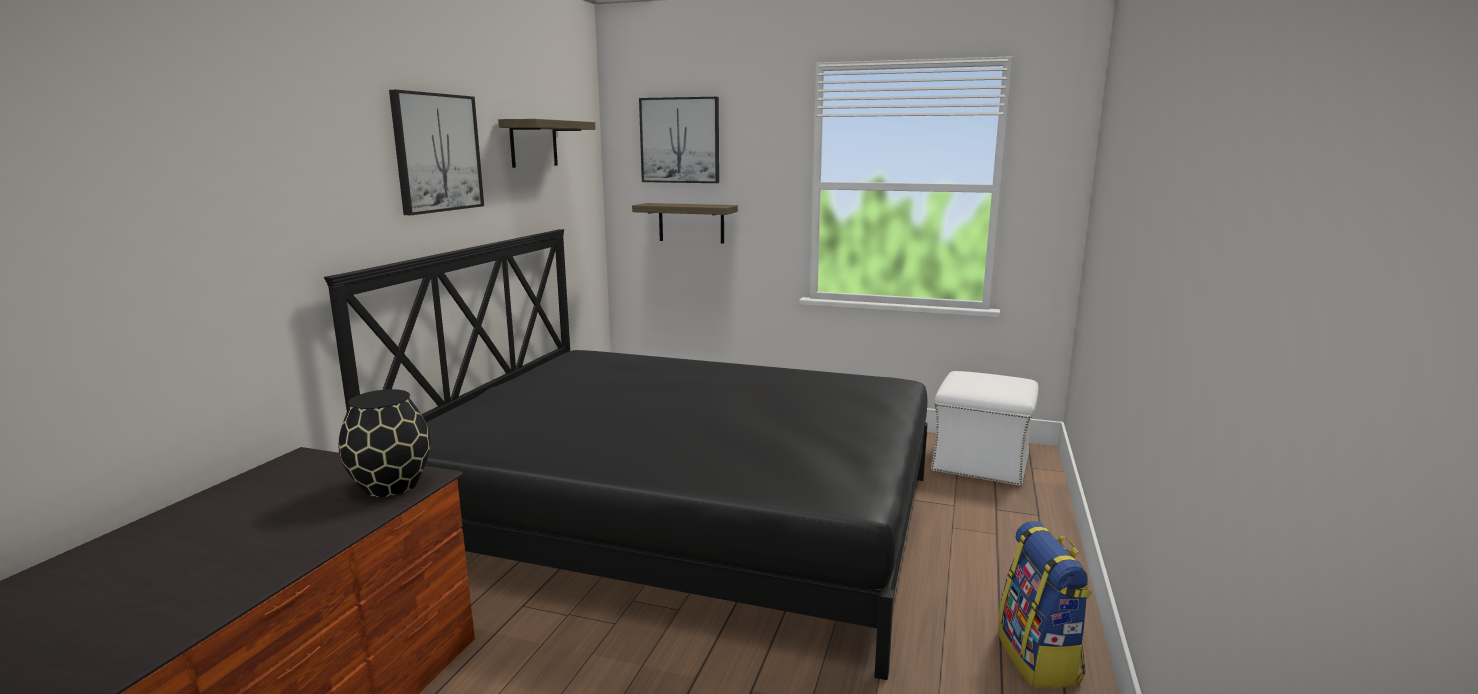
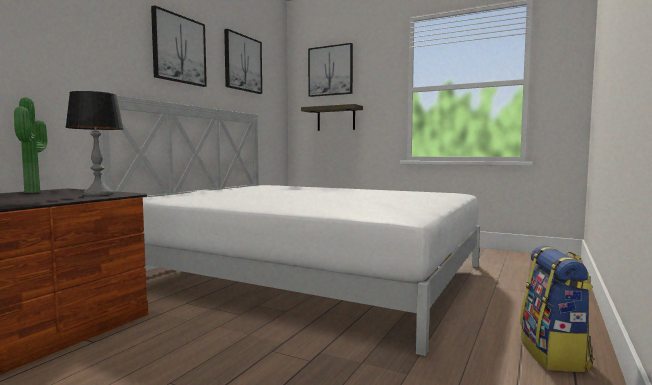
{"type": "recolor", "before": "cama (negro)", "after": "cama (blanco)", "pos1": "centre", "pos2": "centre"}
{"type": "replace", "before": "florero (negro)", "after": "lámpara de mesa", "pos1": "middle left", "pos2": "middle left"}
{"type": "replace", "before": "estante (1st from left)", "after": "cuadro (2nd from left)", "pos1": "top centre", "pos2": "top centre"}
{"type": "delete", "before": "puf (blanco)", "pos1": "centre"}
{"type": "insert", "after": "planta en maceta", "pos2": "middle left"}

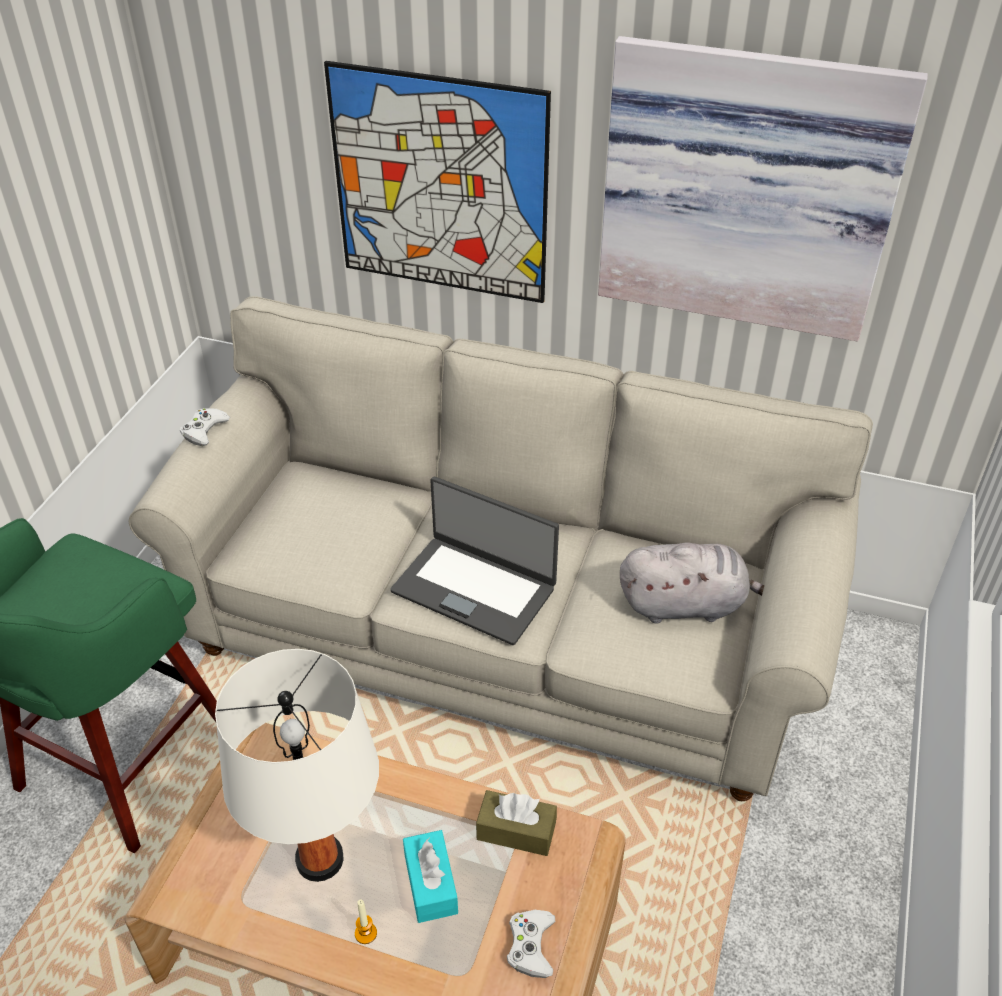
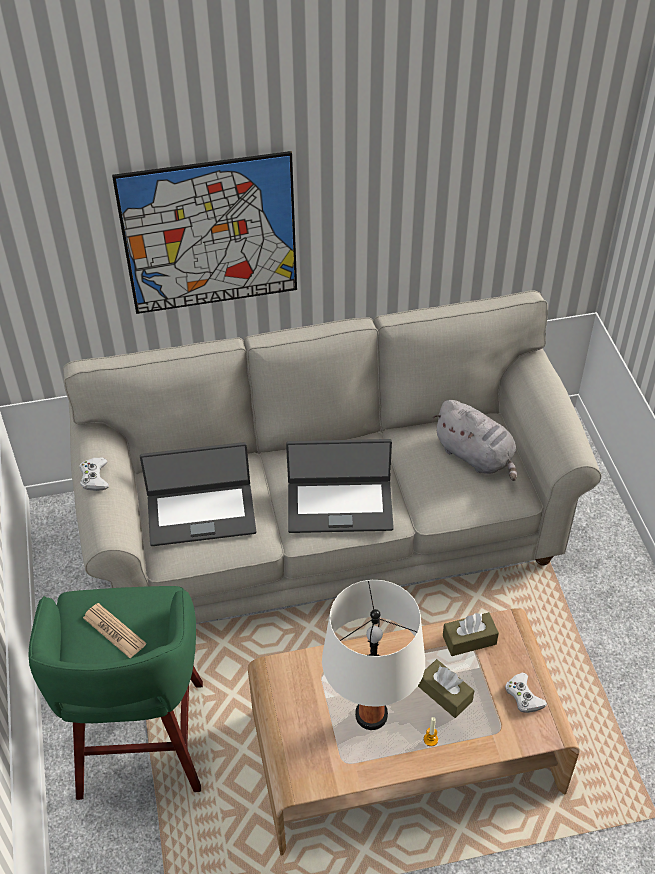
{"type": "recolor", "before": "caja de pañuelos (turquesa)", "after": "caja de pañuelos (marrón) (1st from left)", "pos1": "bottom centre", "pos2": "bottom right"}
{"type": "delete", "before": "cuadro (2nd from left)", "pos1": "top right"}
{"type": "rotate", "before": "peluche (gris)", "pos1": "middle right", "pos2": "middle right", "turn": 75}
{"type": "insert", "after": "periódico", "pos2": "bottom left"}
{"type": "insert", "after": "portátil (1st from left)", "pos2": "middle left"}

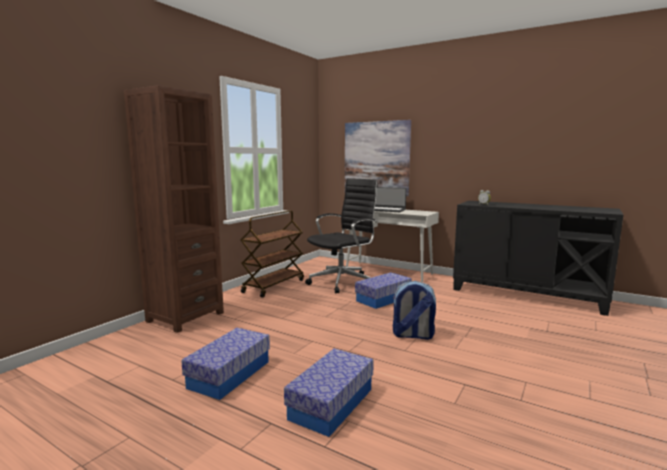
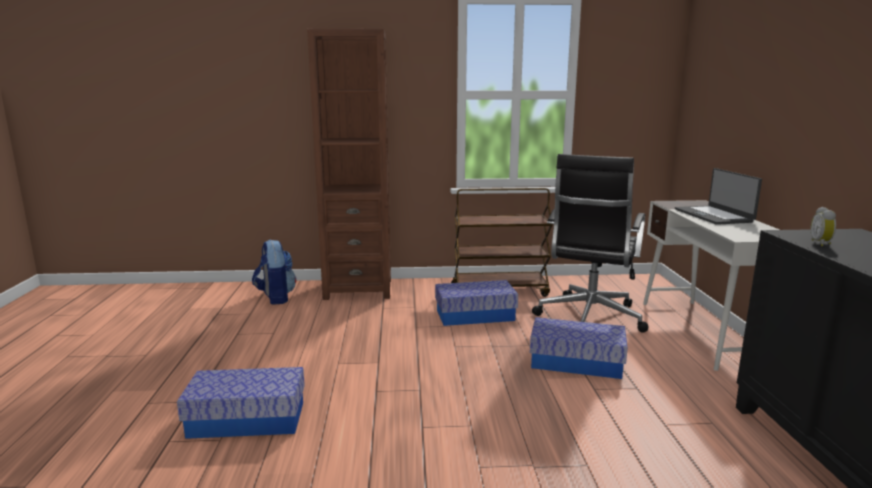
{"type": "move", "before": "caja de almacenaje (1st from left in the first image)", "after": "caja de almacenaje (2nd from left)", "pos1": "bottom centre", "pos2": "centre"}
{"type": "rotate", "before": "silla de oficina (negro)", "pos1": "centre", "pos2": "middle right", "turn": 105}
{"type": "delete", "before": "cuadro", "pos1": "centre"}
{"type": "move", "before": "mochila", "pos1": "centre", "pos2": "middle left"}

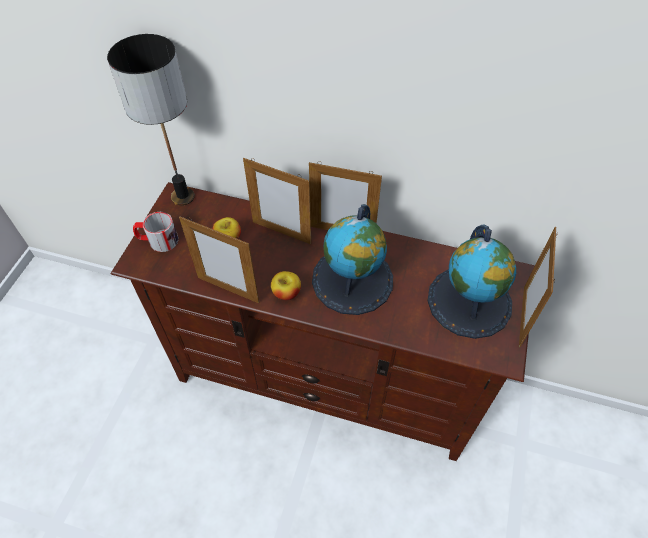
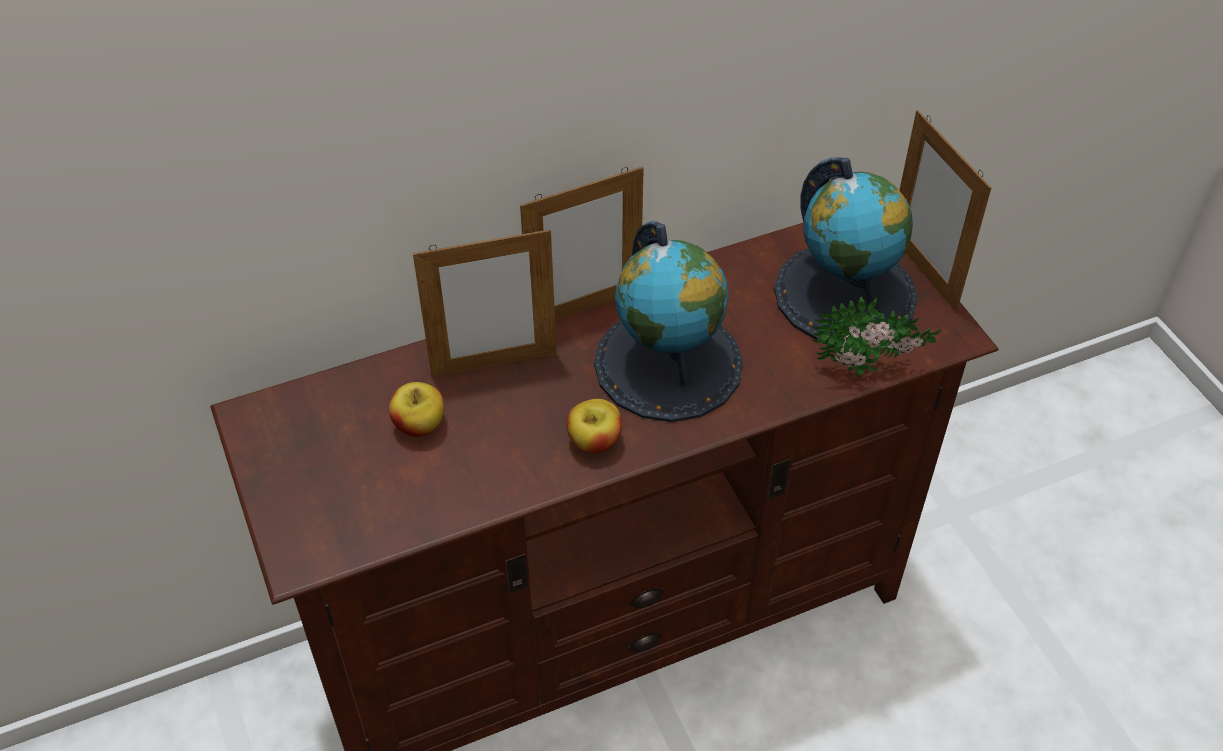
{"type": "delete", "before": "lámpara de mesa", "pos1": "top left"}
{"type": "delete", "before": "taza grande", "pos1": "middle left"}
{"type": "delete", "before": "portarretratos (1st from left)", "pos1": "centre"}
{"type": "insert", "after": "planta en maceta", "pos2": "middle right"}

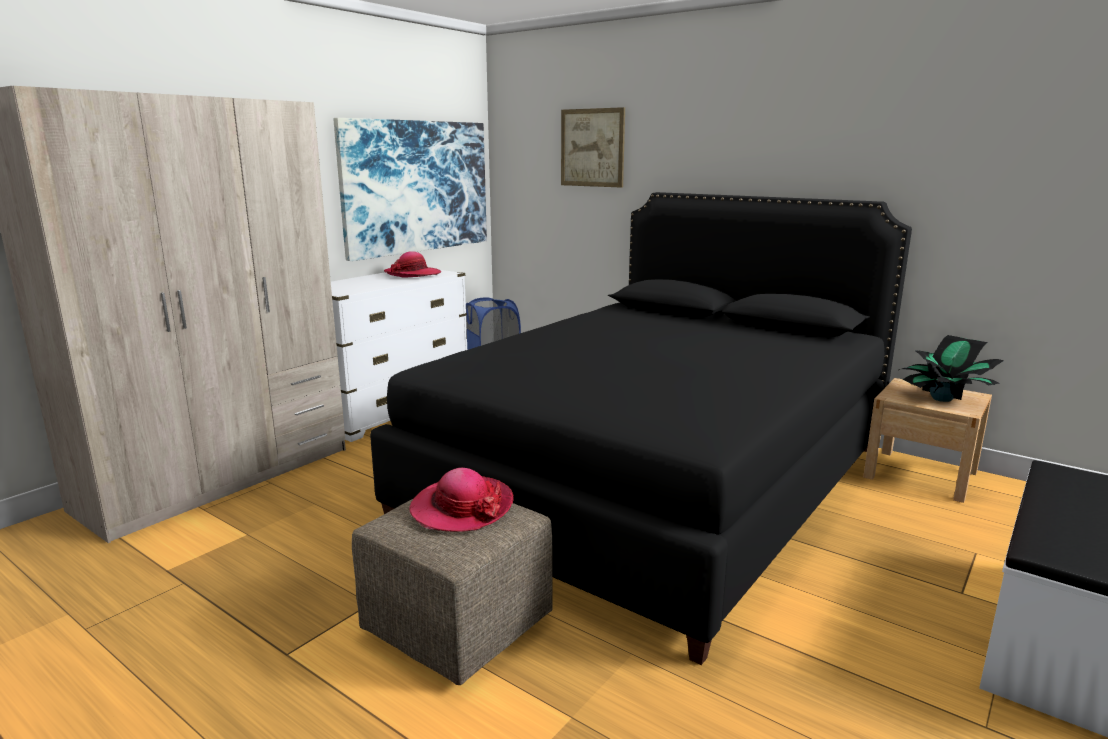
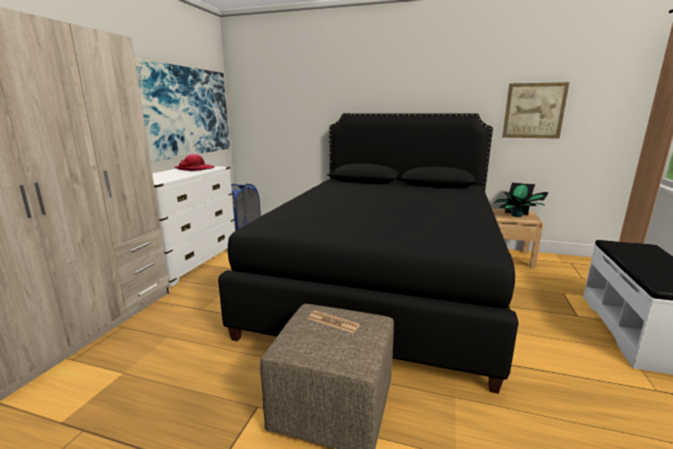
{"type": "replace", "before": "sombrero (2nd from left)", "after": "periódico", "pos1": "bottom centre", "pos2": "bottom centre"}
{"type": "move", "before": "cuadro (2nd from left)", "pos1": "top centre", "pos2": "top right"}

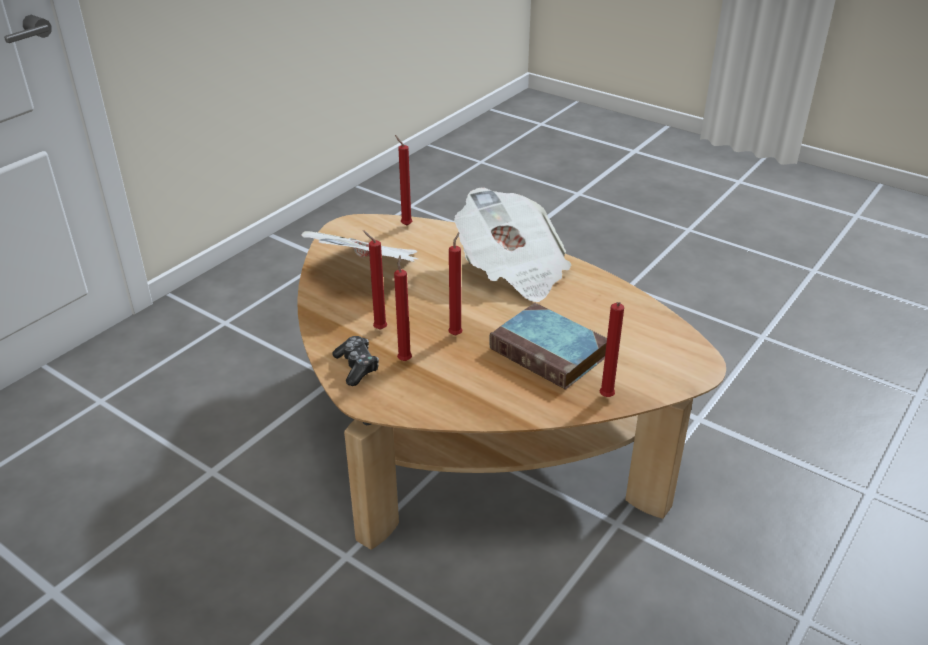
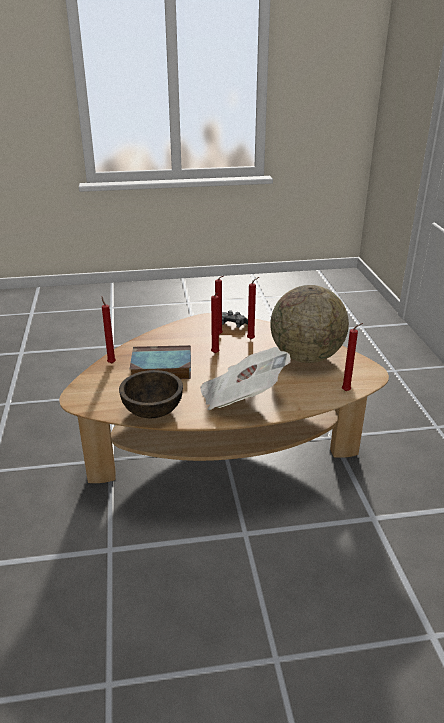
{"type": "replace", "before": "periódico (1st from left)", "after": "globo terráqueo", "pos1": "centre", "pos2": "middle right"}
{"type": "insert", "after": "cuenco (marrón)", "pos2": "centre"}

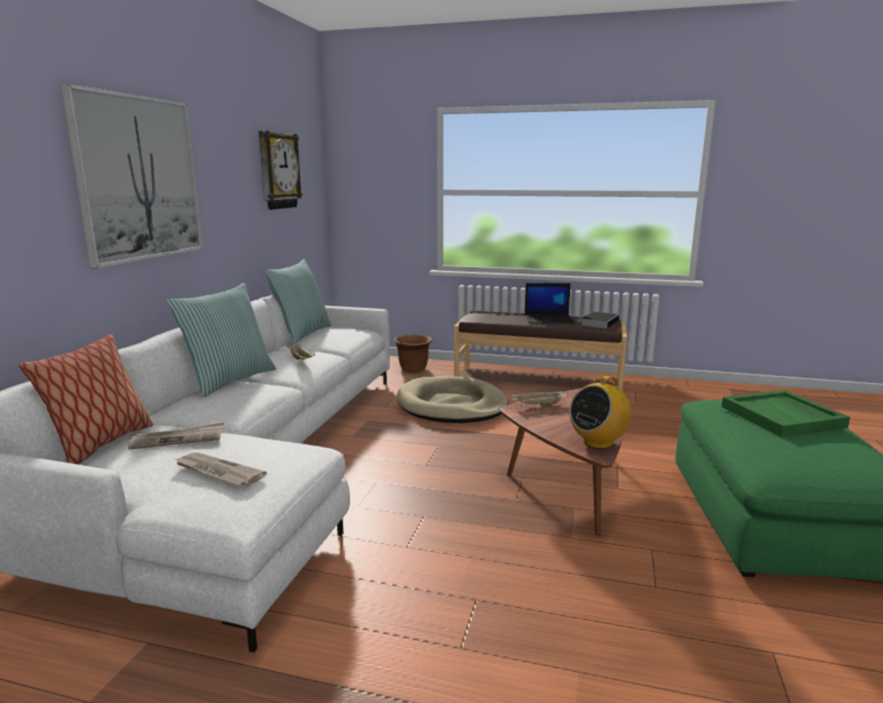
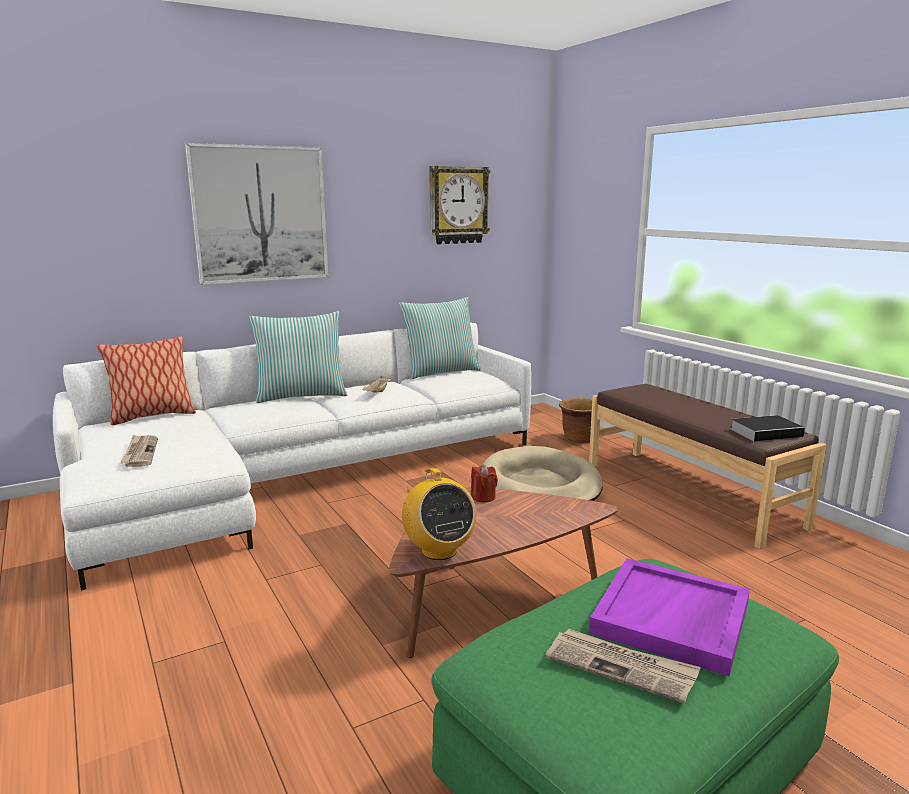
{"type": "move", "before": "periódico (1st from left in the first image)", "after": "periódico (2nd from left)", "pos1": "middle left", "pos2": "bottom right"}
{"type": "replace", "before": "bandeja (beis) (2nd from left)", "after": "vela (rojo)", "pos1": "centre", "pos2": "centre"}
{"type": "delete", "before": "portátil", "pos1": "centre"}
{"type": "rotate", "before": "radio", "pos1": "middle right", "pos2": "centre", "turn": -120}
{"type": "recolor", "before": "bandeja (verde)", "after": "bandeja (morado)", "pos1": "middle right", "pos2": "bottom right"}

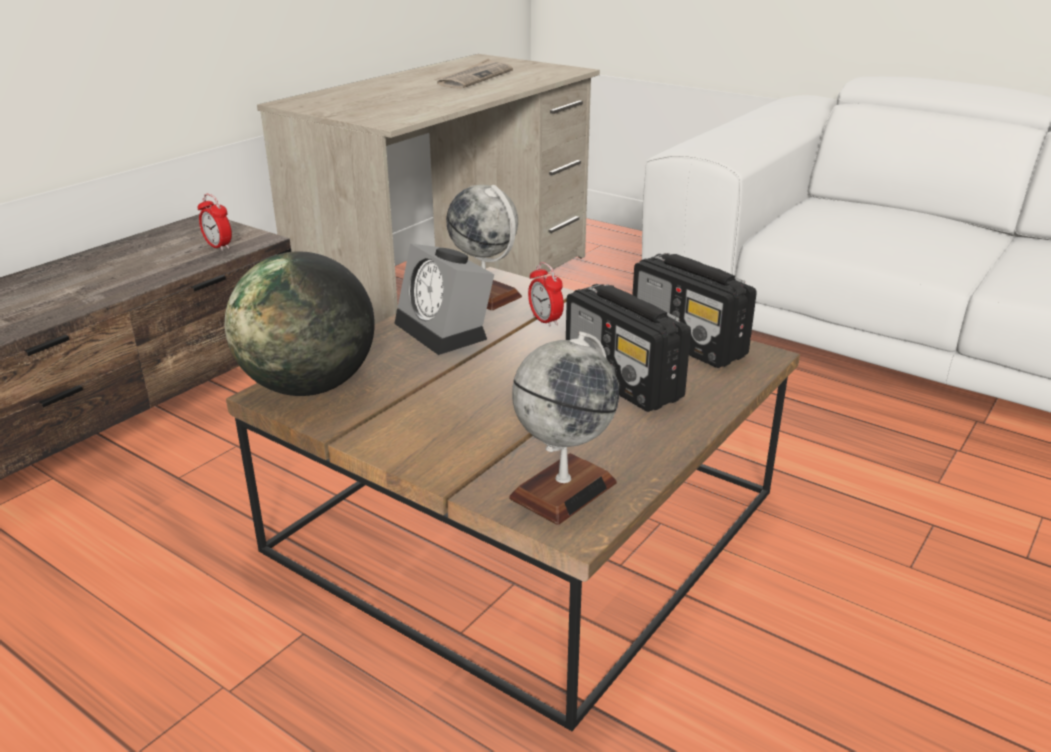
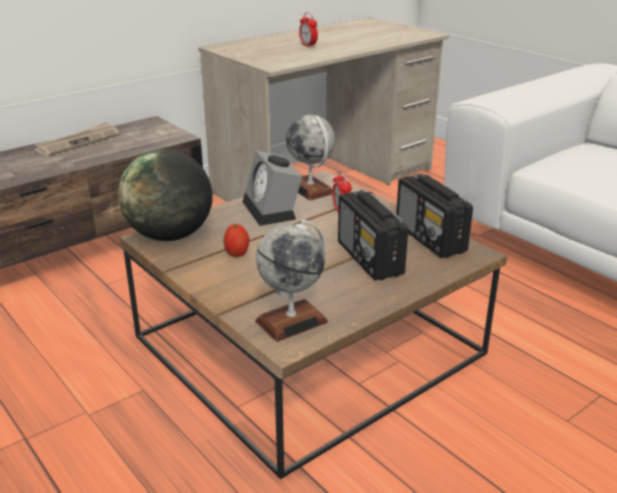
{"type": "move", "before": "despertador (1st from left in the first image)", "after": "despertador (2nd from left)", "pos1": "top left", "pos2": "top centre"}
{"type": "move", "before": "periódico", "pos1": "top centre", "pos2": "top left"}
{"type": "insert", "after": "manzana", "pos2": "centre"}

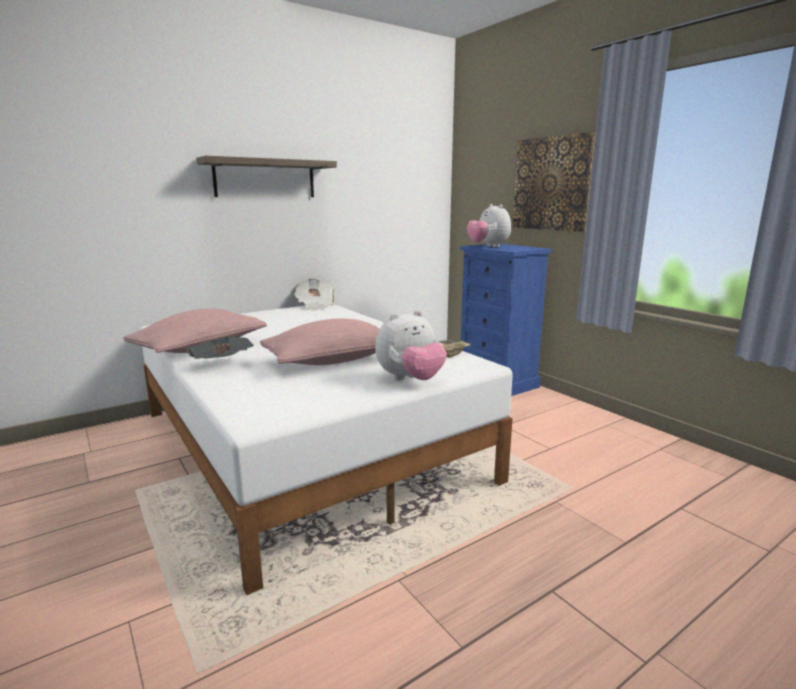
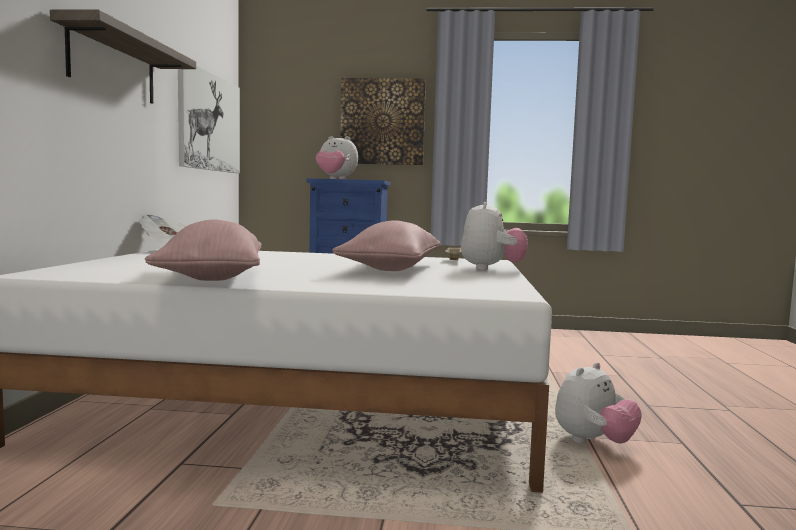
{"type": "delete", "before": "periódico (1st from left)", "pos1": "middle left"}
{"type": "insert", "after": "cuadro (1st from left)", "pos2": "top left"}
{"type": "insert", "after": "peluche (3rd from left)", "pos2": "bottom right"}

